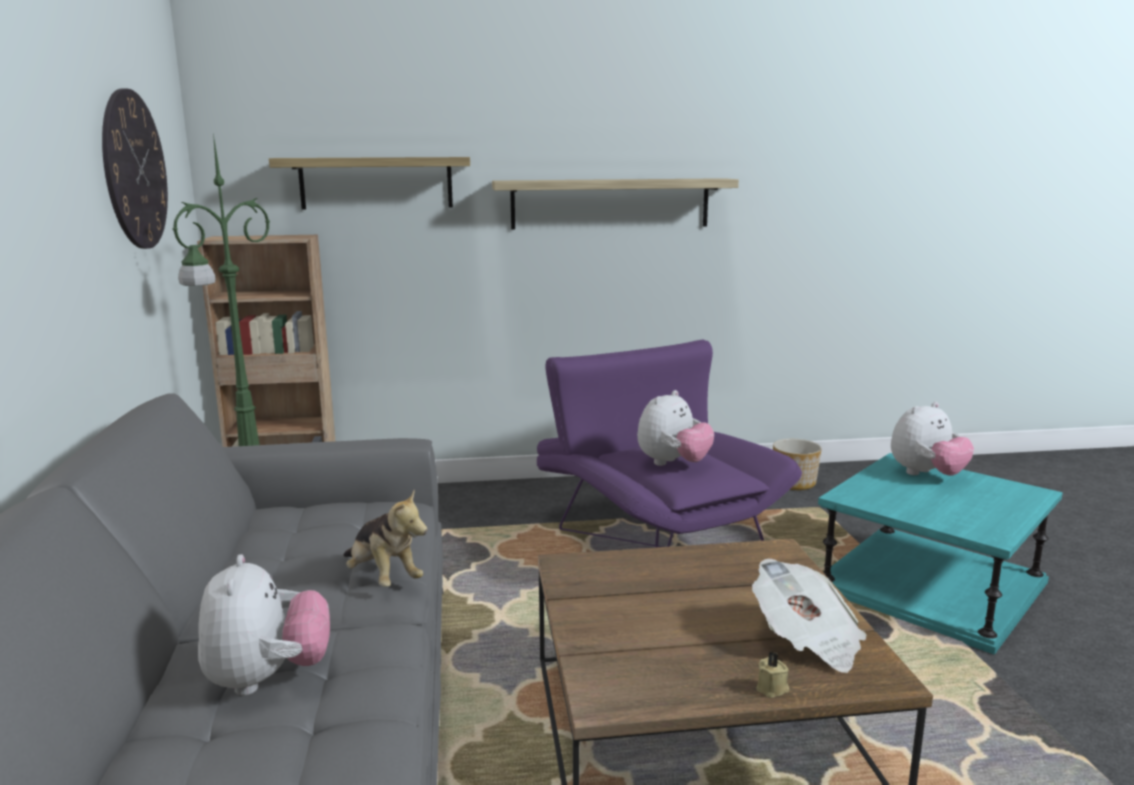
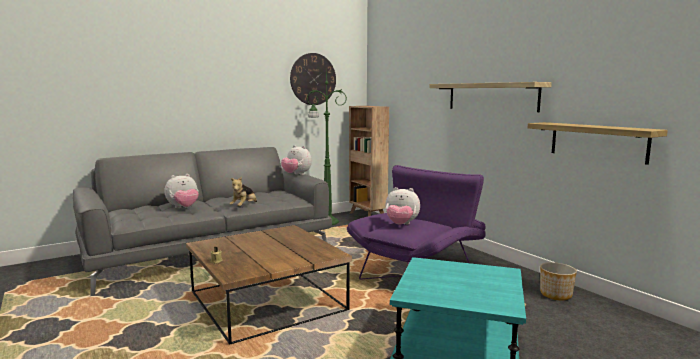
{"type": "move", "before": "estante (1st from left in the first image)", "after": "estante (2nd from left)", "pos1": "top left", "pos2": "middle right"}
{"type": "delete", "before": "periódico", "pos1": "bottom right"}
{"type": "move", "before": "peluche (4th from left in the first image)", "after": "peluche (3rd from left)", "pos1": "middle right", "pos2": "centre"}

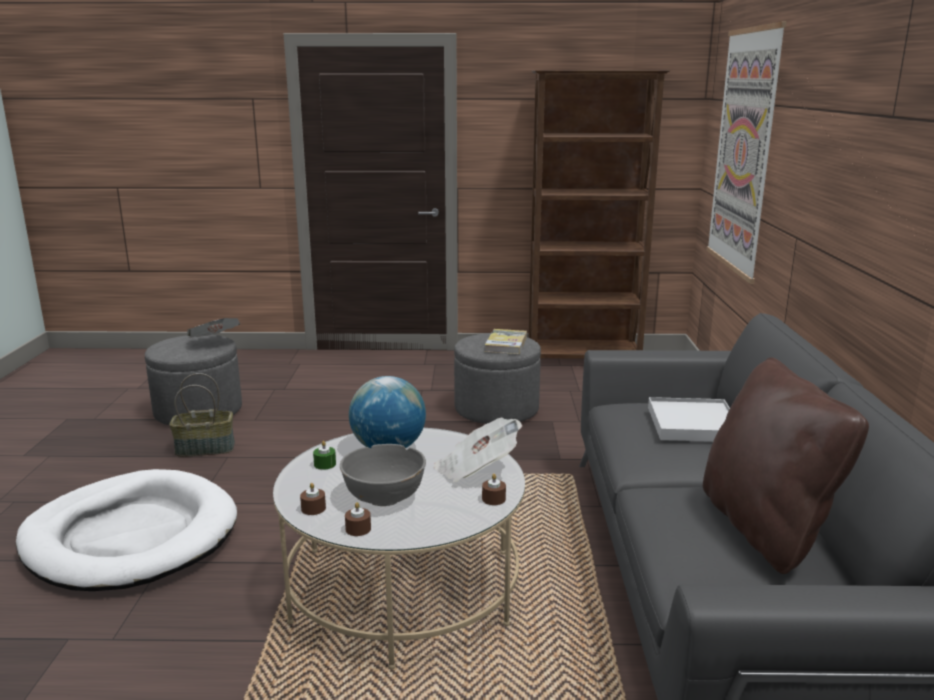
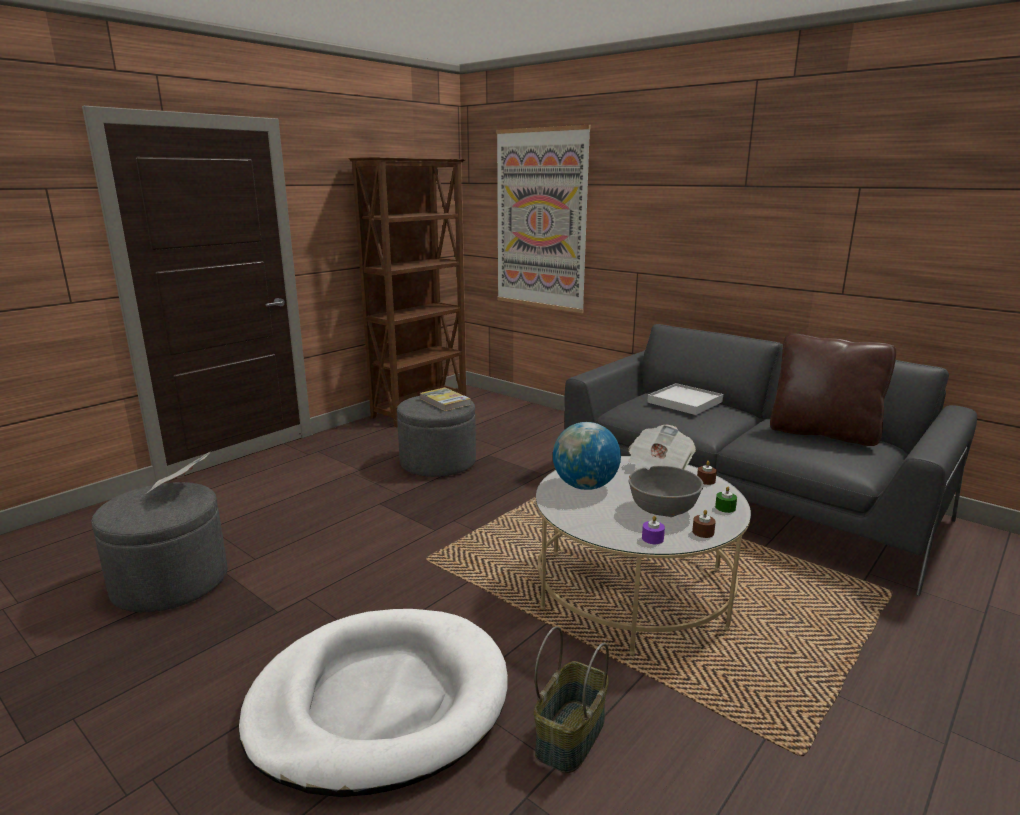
{"type": "move", "before": "cesta", "pos1": "middle left", "pos2": "bottom centre"}
{"type": "recolor", "before": "vela (marrón) (1st from left)", "after": "vela (morado)", "pos1": "bottom centre", "pos2": "centre"}
{"type": "move", "before": "vela (verde)", "pos1": "centre", "pos2": "middle right"}

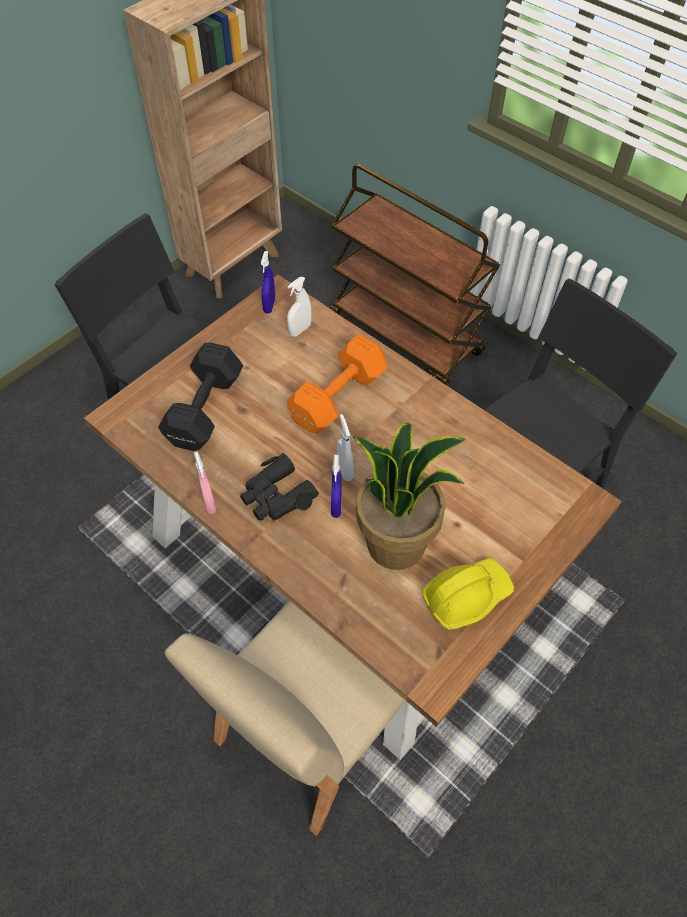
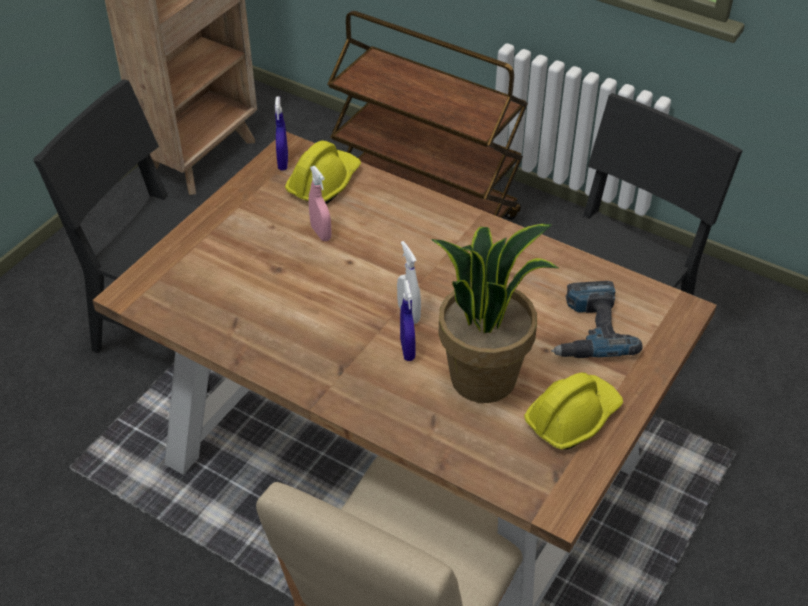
{"type": "delete", "before": "mancuerna (negro)", "pos1": "middle left"}
{"type": "move", "before": "pulverizador (rosa)", "pos1": "middle left", "pos2": "centre"}
{"type": "delete", "before": "prismáticos (negro)", "pos1": "centre"}
{"type": "replace", "before": "pulverizador (blanco) (1st from left)", "after": "casco (amarillo) (1st from left)", "pos1": "centre", "pos2": "top centre"}
{"type": "delete", "before": "mancuerna (naranja)", "pos1": "centre"}
{"type": "insert", "after": "taladro", "pos2": "middle right"}

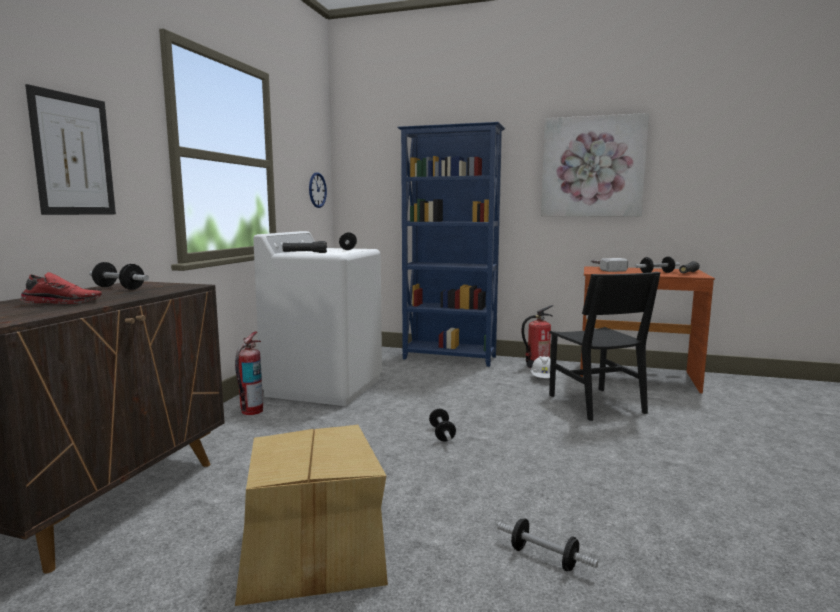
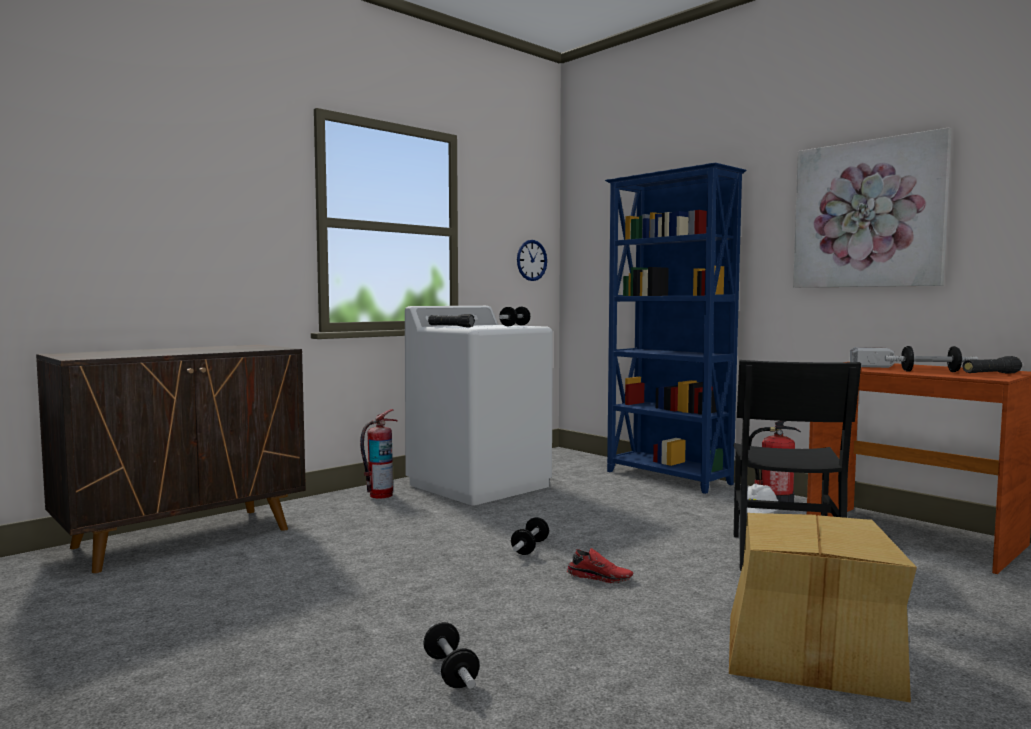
{"type": "move", "before": "zapato (rojo)", "pos1": "middle left", "pos2": "bottom centre"}
{"type": "delete", "before": "cuadro (1st from left)", "pos1": "top left"}
{"type": "delete", "before": "mancuerna (1st from left)", "pos1": "middle left"}
{"type": "move", "before": "caja de cartón", "pos1": "bottom centre", "pos2": "bottom right"}

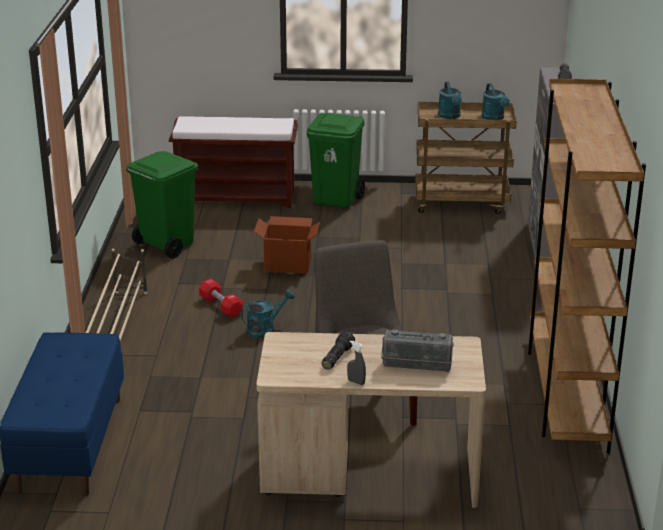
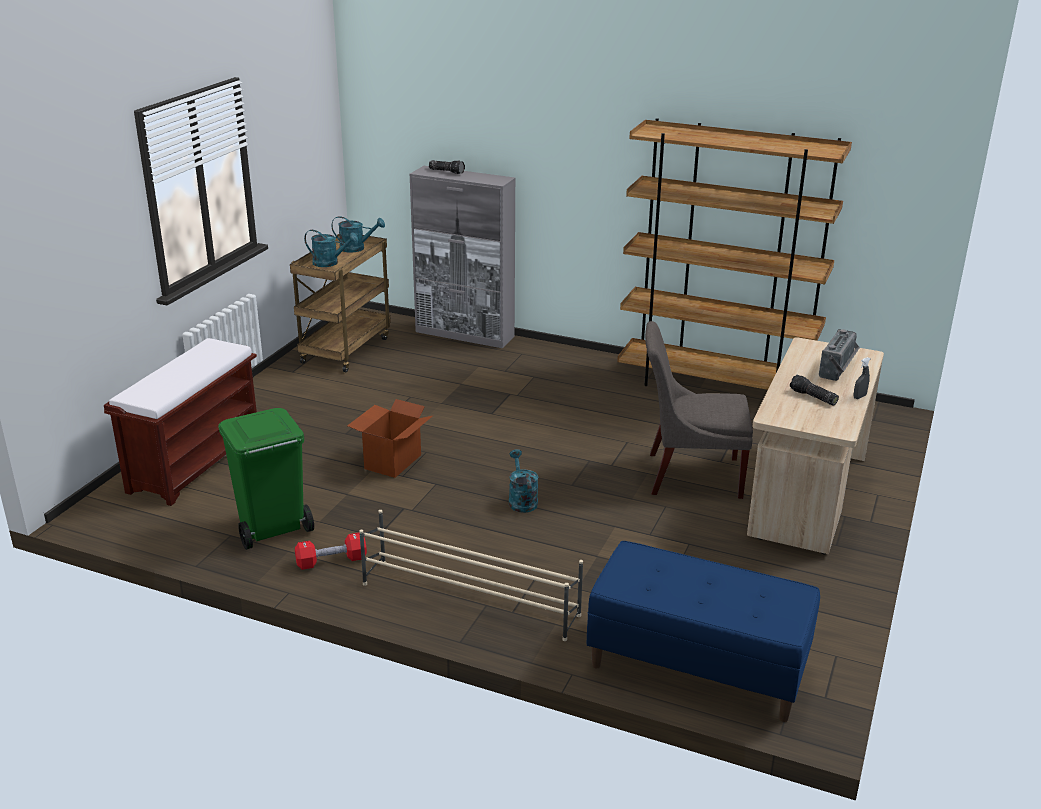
{"type": "move", "before": "mancuerna (rojo)", "pos1": "centre", "pos2": "bottom left"}
{"type": "delete", "before": "papelera (verde) (2nd from left)", "pos1": "top centre"}

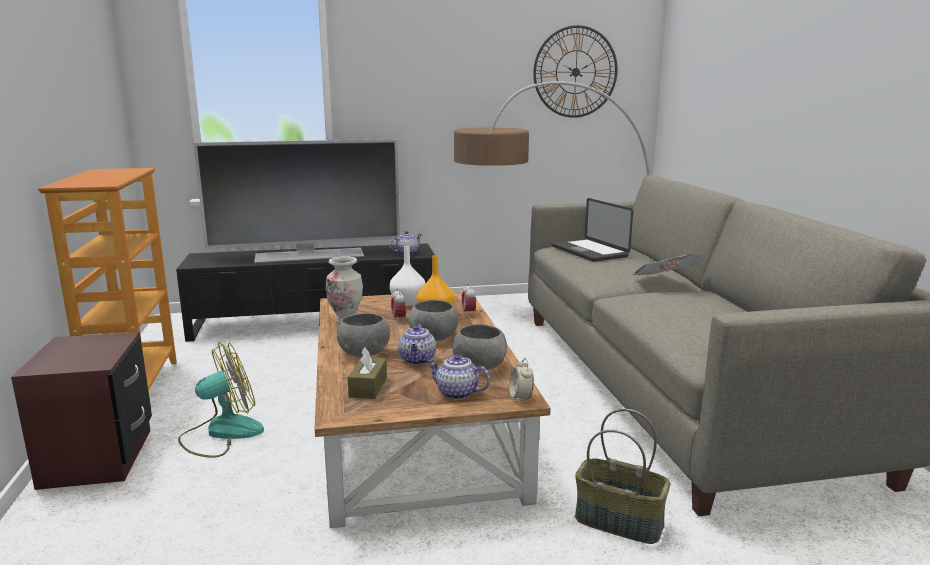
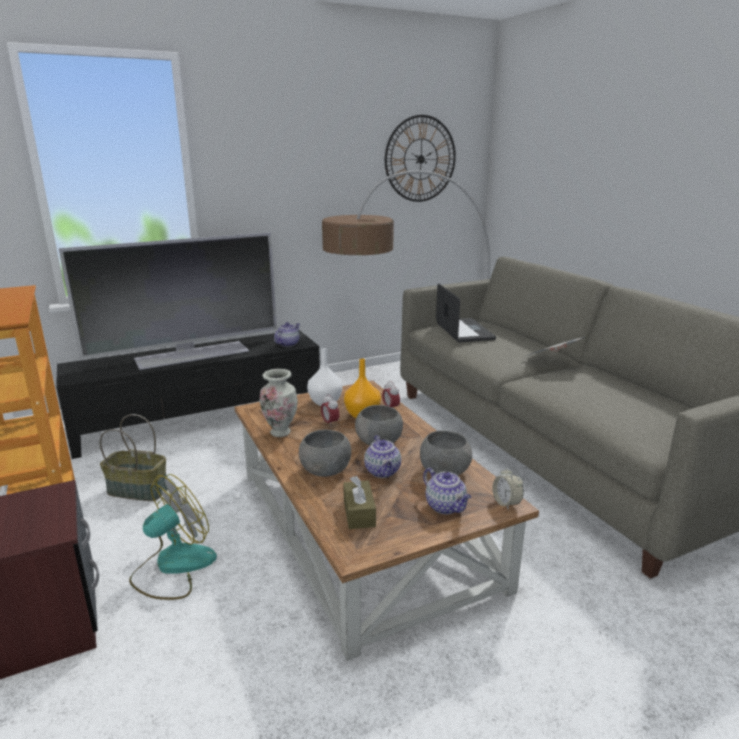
{"type": "rotate", "before": "tetera (3rd from left)", "pos1": "bottom centre", "pos2": "centre", "turn": -135}
{"type": "rotate", "before": "portátil", "pos1": "centre", "pos2": "centre", "turn": -150}
{"type": "move", "before": "cesta", "pos1": "bottom right", "pos2": "middle left"}

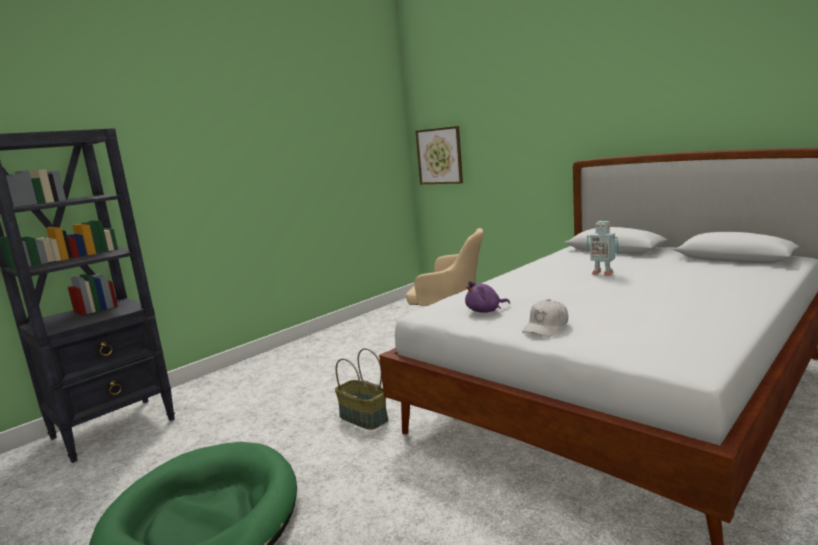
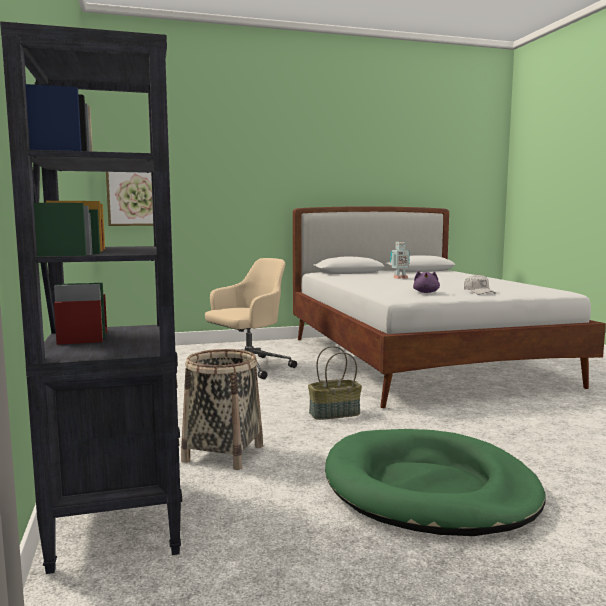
{"type": "insert", "after": "cesta (1st from left)", "pos2": "bottom centre"}

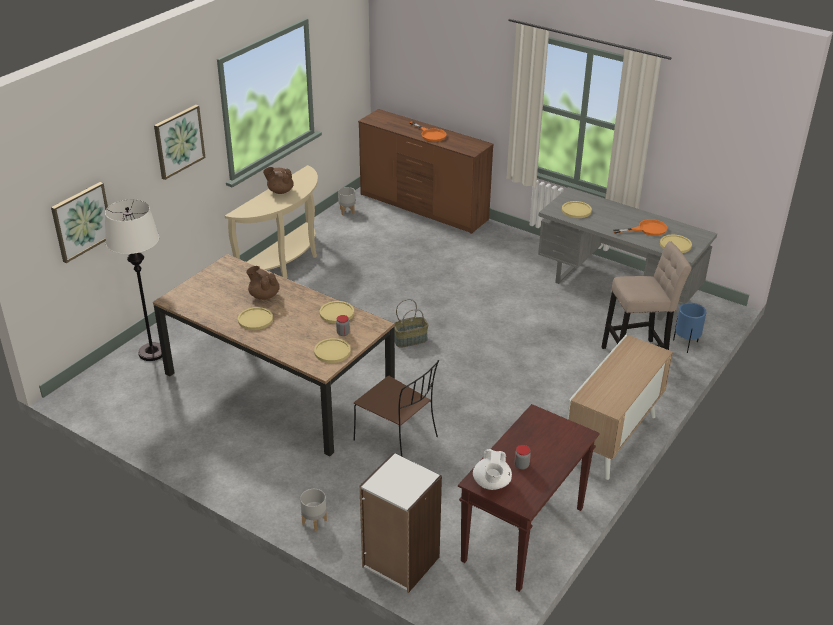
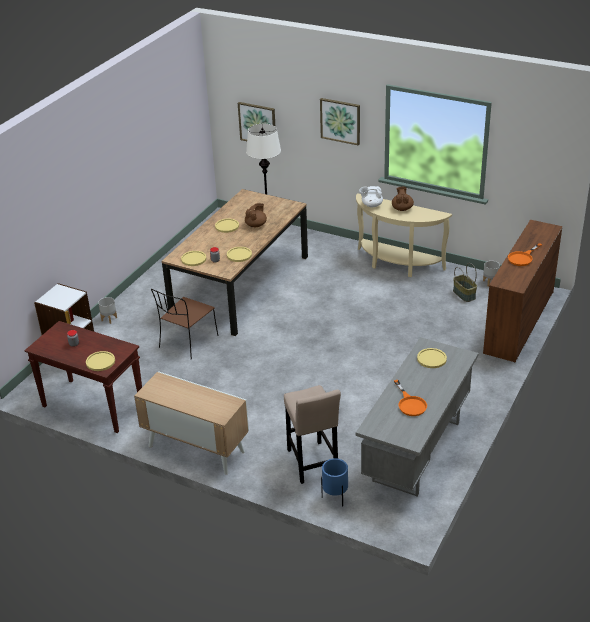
{"type": "move", "before": "cesta", "pos1": "centre", "pos2": "middle right"}
{"type": "move", "before": "tetera (blanco)", "pos1": "bottom centre", "pos2": "top centre"}
{"type": "move", "before": "plato (amarillo) (5th from left in the first image)", "after": "plato (amarillo) (1st from left)", "pos1": "middle right", "pos2": "middle left"}

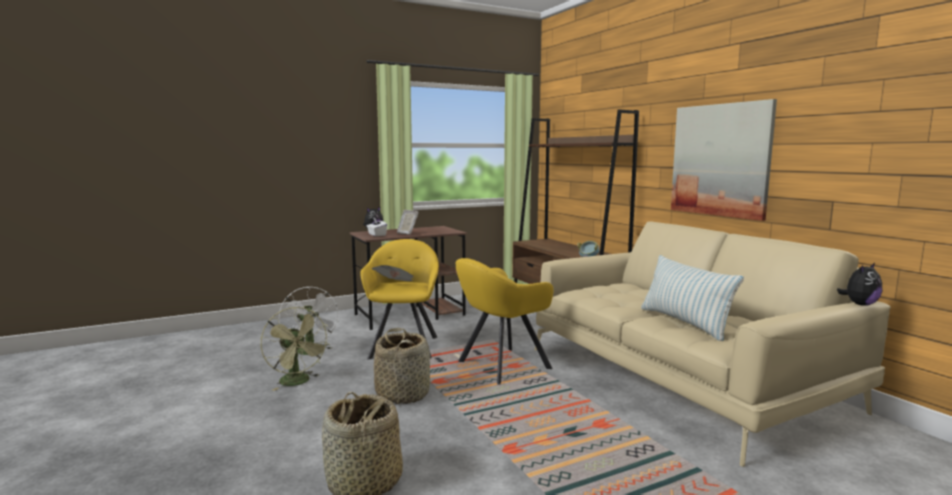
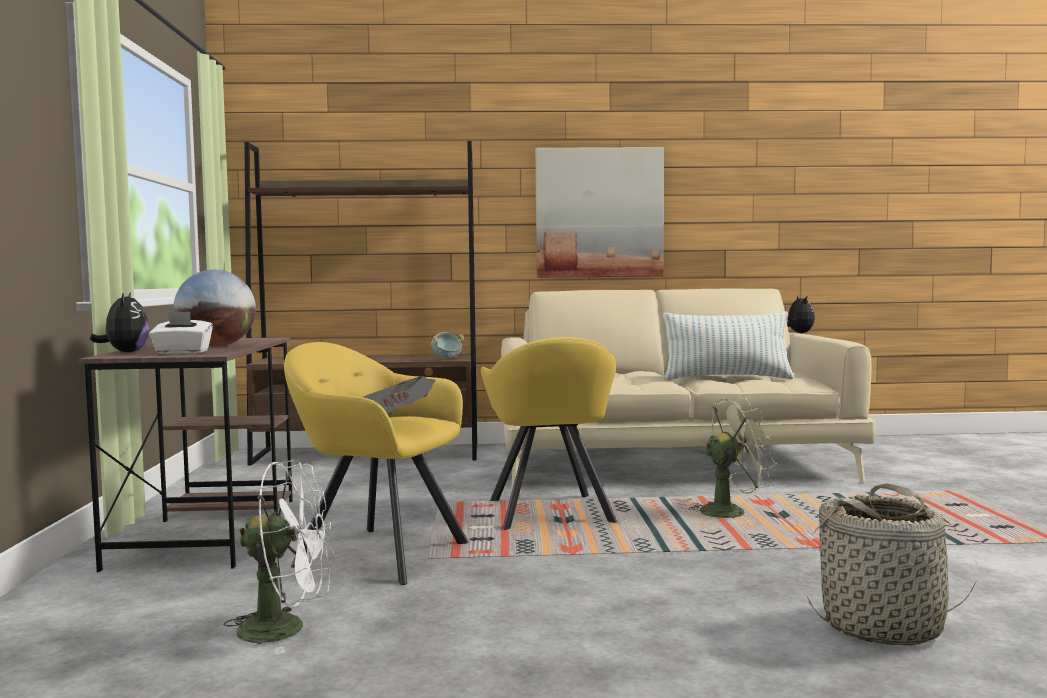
{"type": "move", "before": "ventilador (verde)", "pos1": "bottom left", "pos2": "middle right"}
{"type": "delete", "before": "cesta (2nd from left)", "pos1": "bottom centre"}
{"type": "replace", "before": "portarretratos", "after": "globo terráqueo", "pos1": "centre", "pos2": "middle left"}

